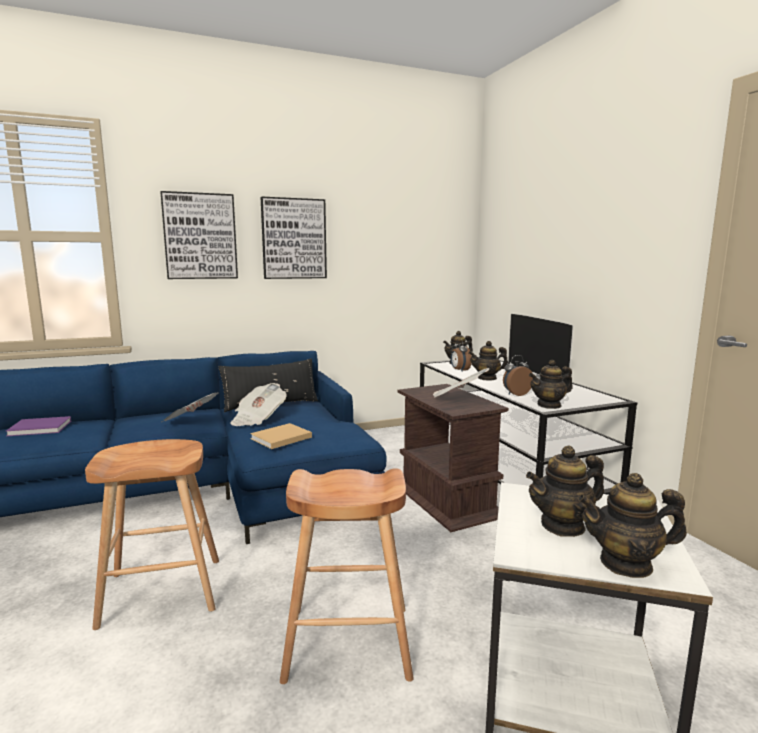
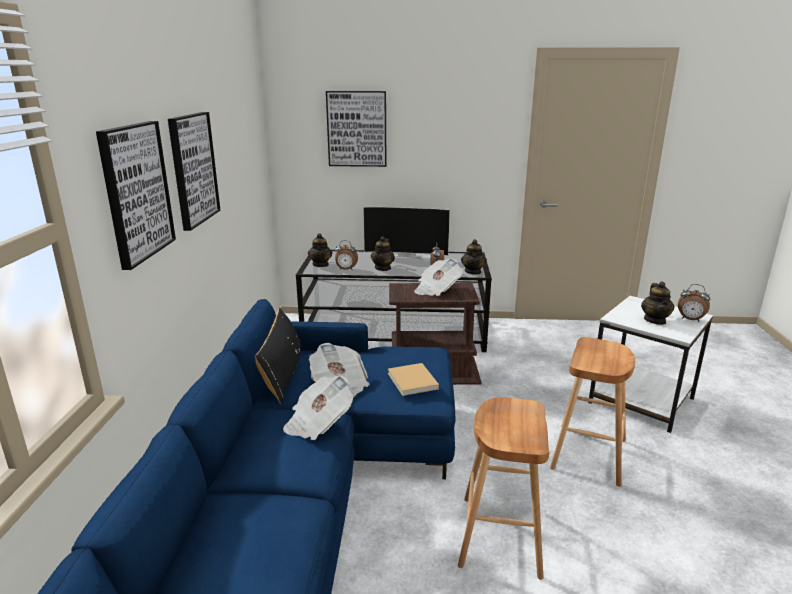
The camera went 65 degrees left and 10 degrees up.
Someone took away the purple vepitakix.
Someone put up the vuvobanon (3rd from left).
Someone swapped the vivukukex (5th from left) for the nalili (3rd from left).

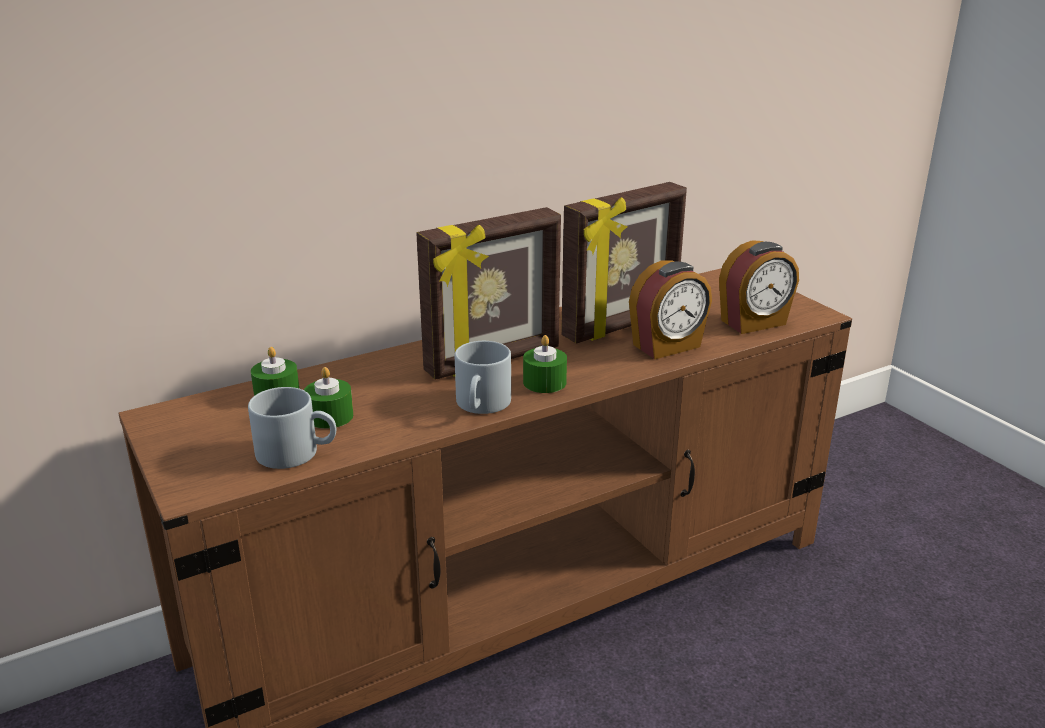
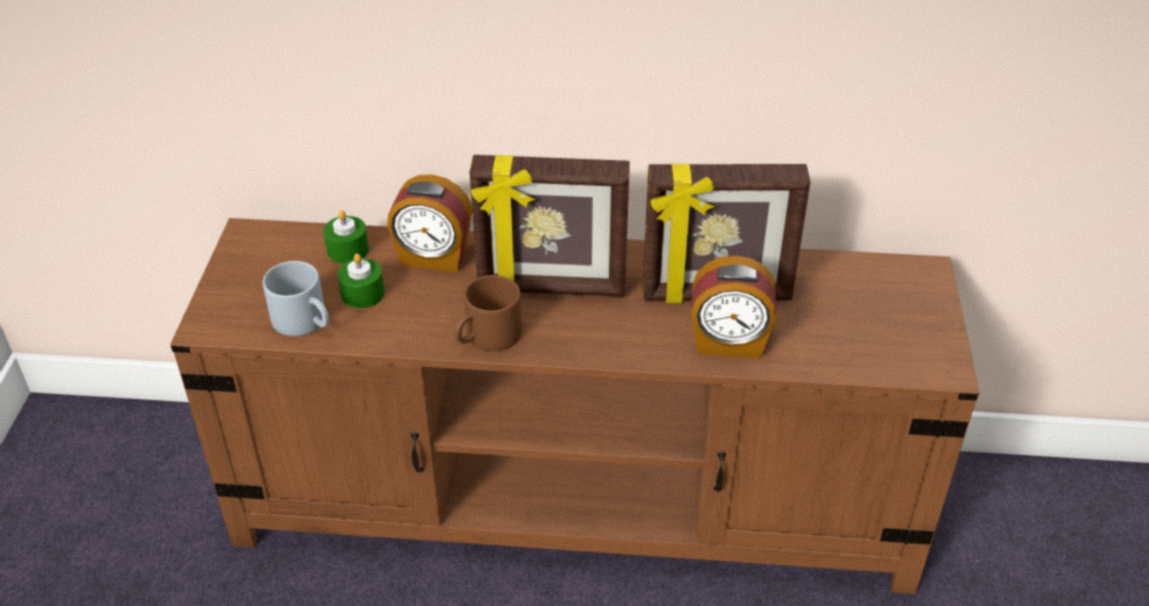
The camera went 35 degrees right and 15 degrees up.
Someone took away the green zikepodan (3rd from left).
Someone carried the nalili (2nd from left in the first image).
Someone repainted the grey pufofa (2nd from left), which became the brown pufofa.

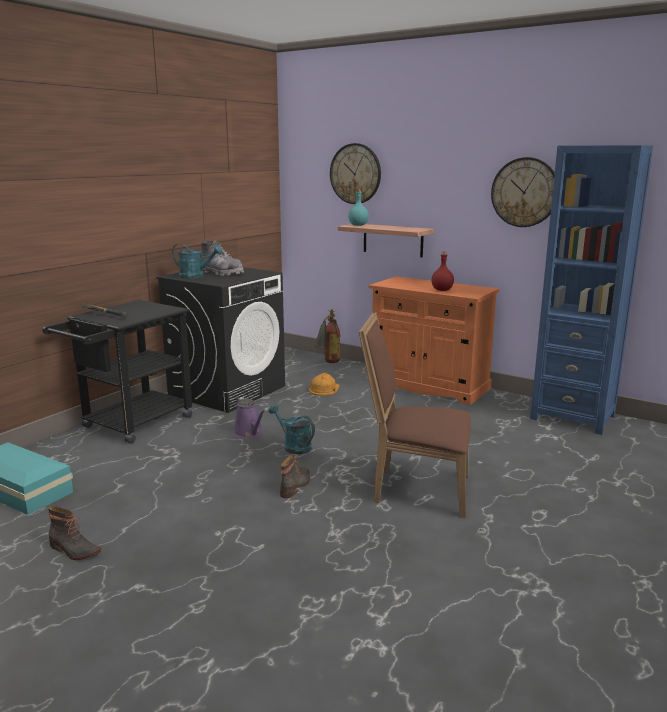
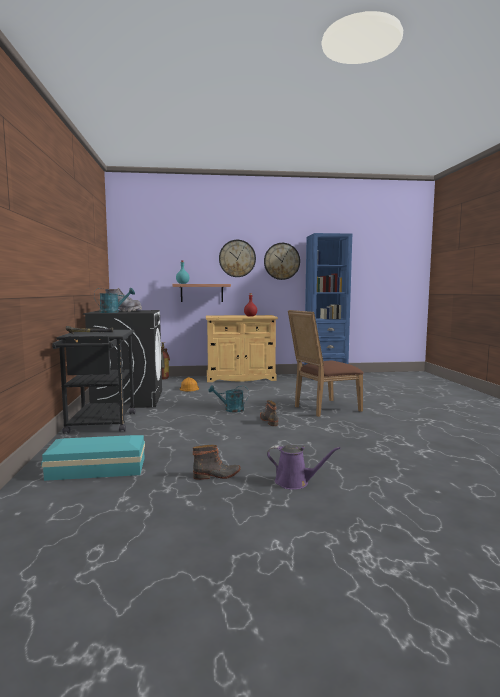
The camera went 40 degrees left and 10 degrees down.
Someone carried the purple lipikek.
Someone carried the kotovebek (1st from left).
Someone repainted the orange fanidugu, which became the beige fanidugu.

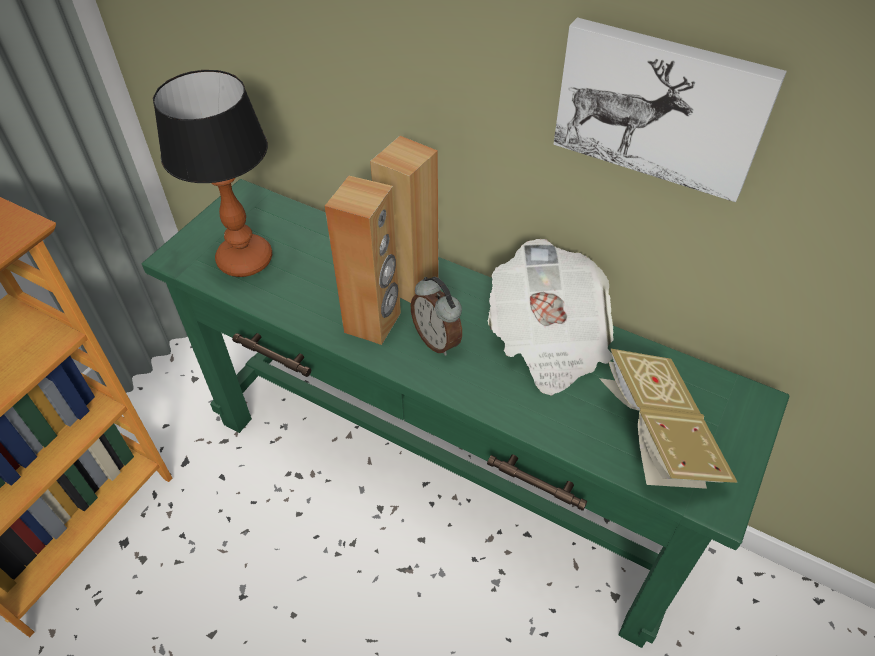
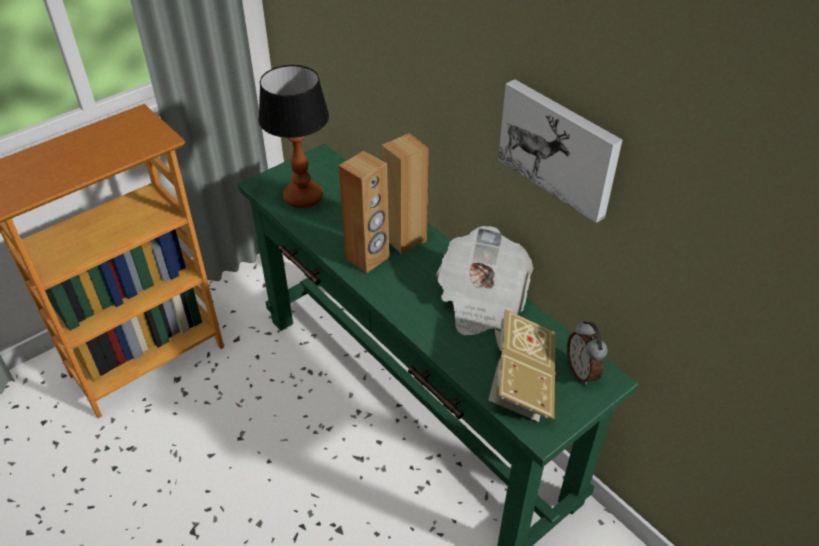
The camera went 20 degrees right and 5 degrees down.
Someone carried the nalili.

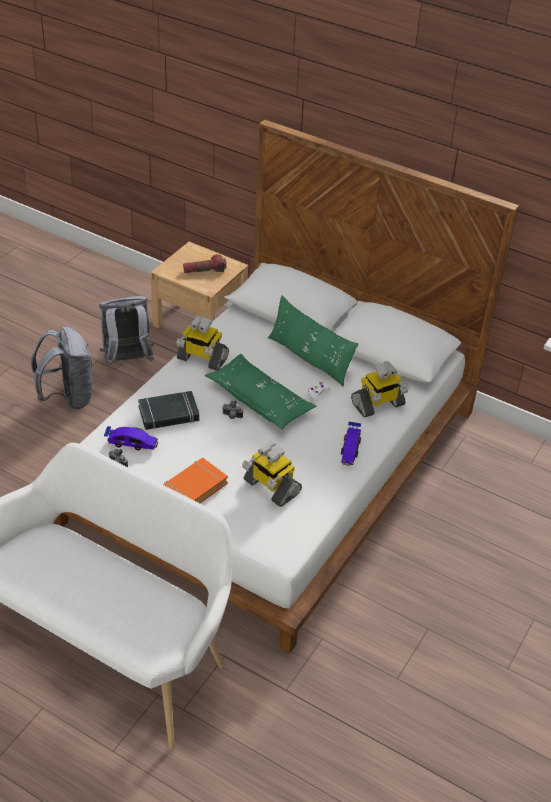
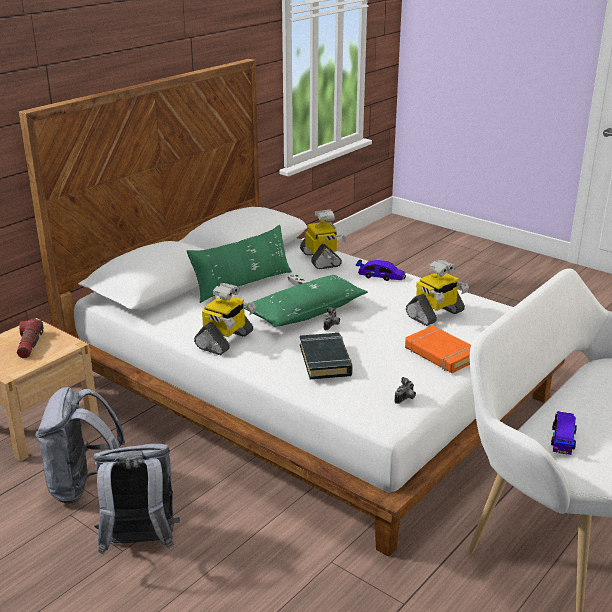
The camera went 80 degrees left and 15 degrees down.
Someone carried the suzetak (1st from left in the first image).

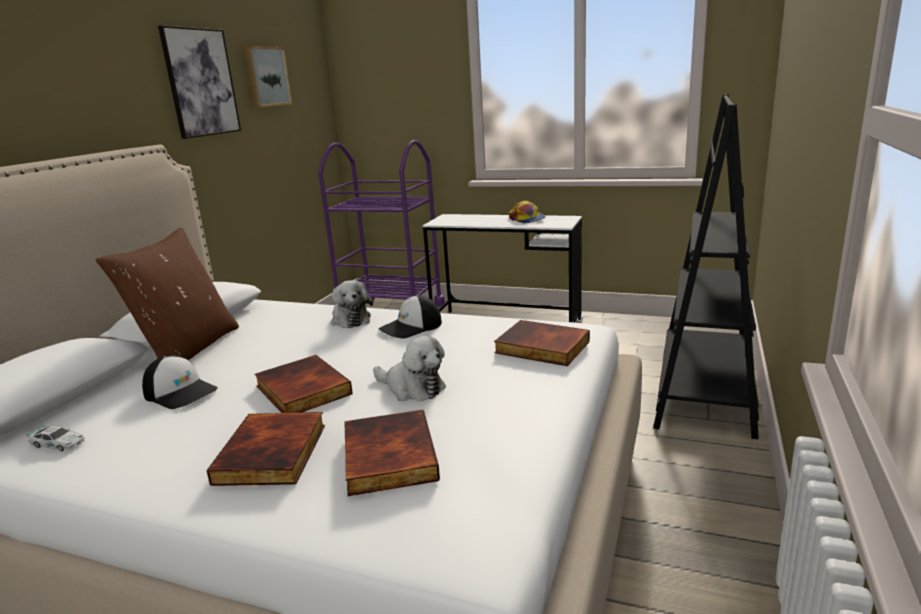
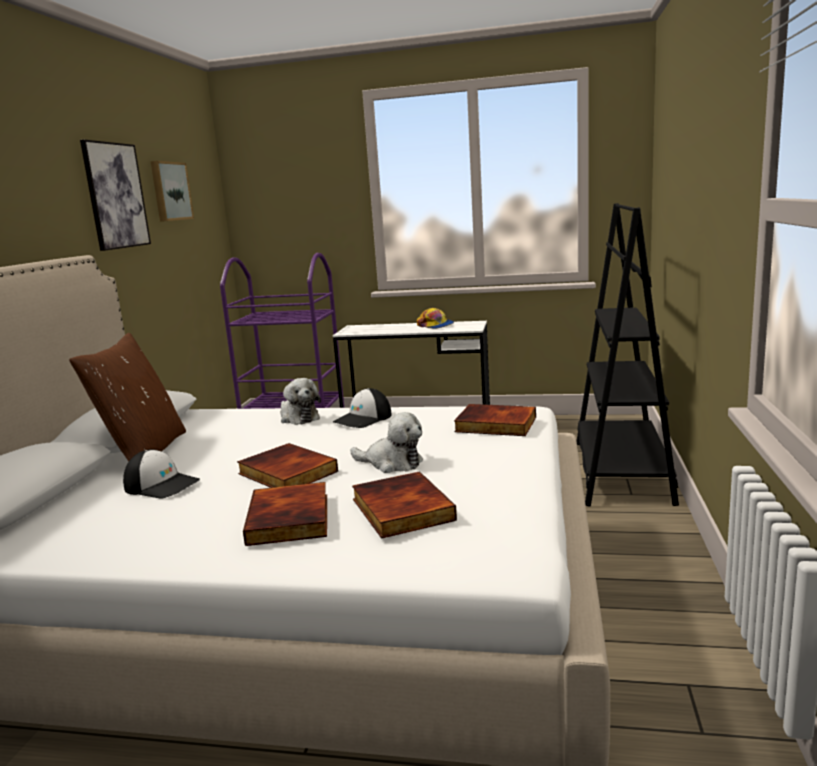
The camera went 10 degrees left and 5 degrees down.
Someone took away the suzetak.

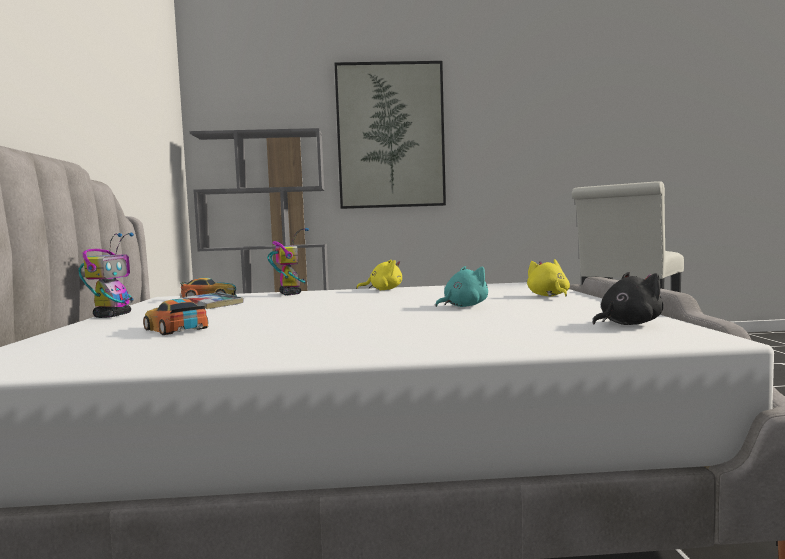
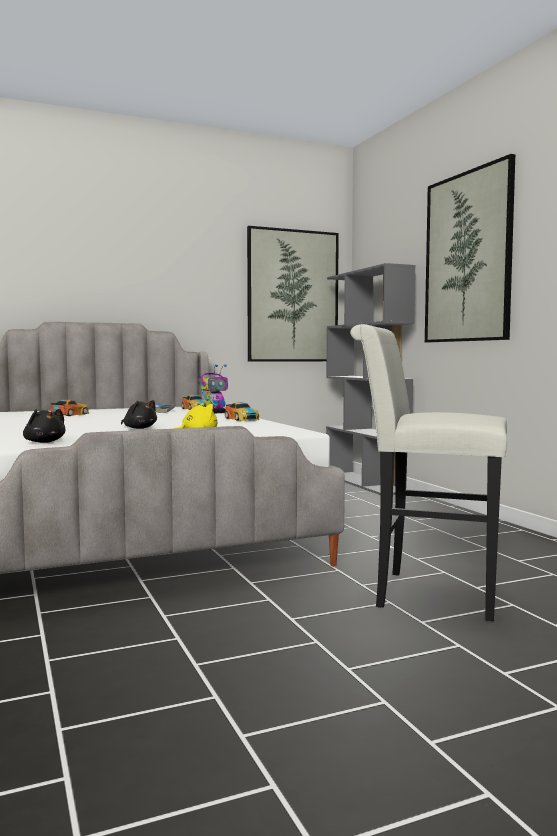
The camera went 70 degrees right and 0 degrees up.
Someone took away the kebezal (1st from left).
Someone put up the vuvobanon (1st from left).
Someone swapped the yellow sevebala (1st from left) for the suzetak (3rd from left).
Someone repainted the turquoise sevebala, which became the black sevebala (2nd from left).

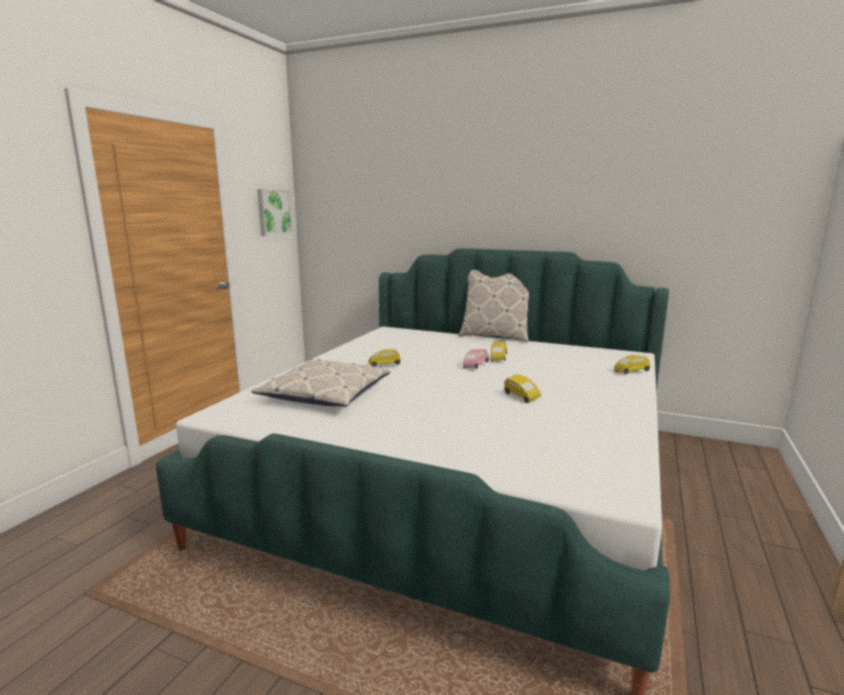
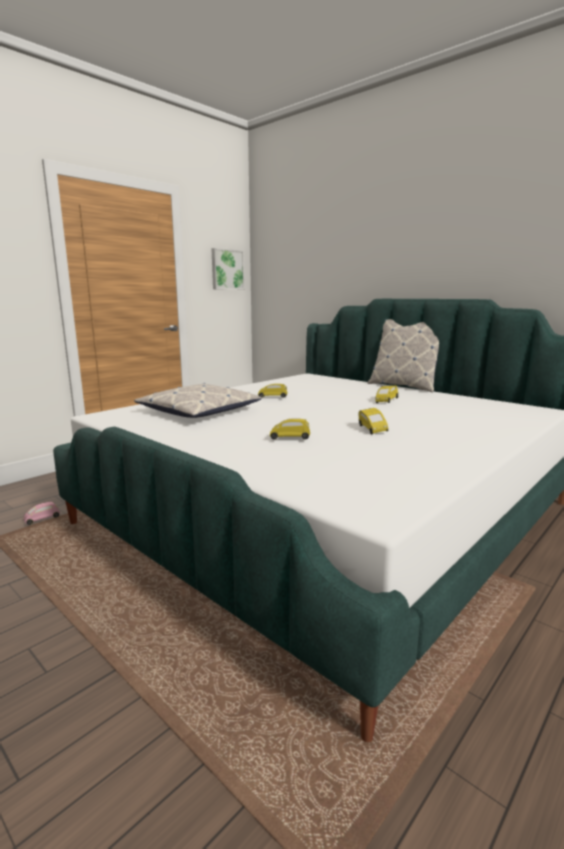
The camera went 20 degrees right and 0 degrees up.
Someone carried the pink suzetak.
Someone carried the yellow suzetak (4th from left in the first image).

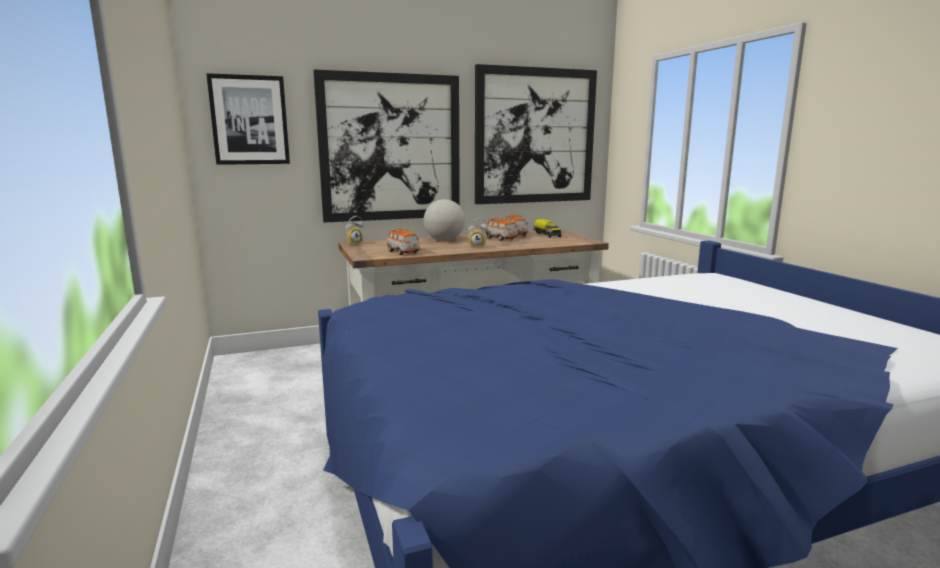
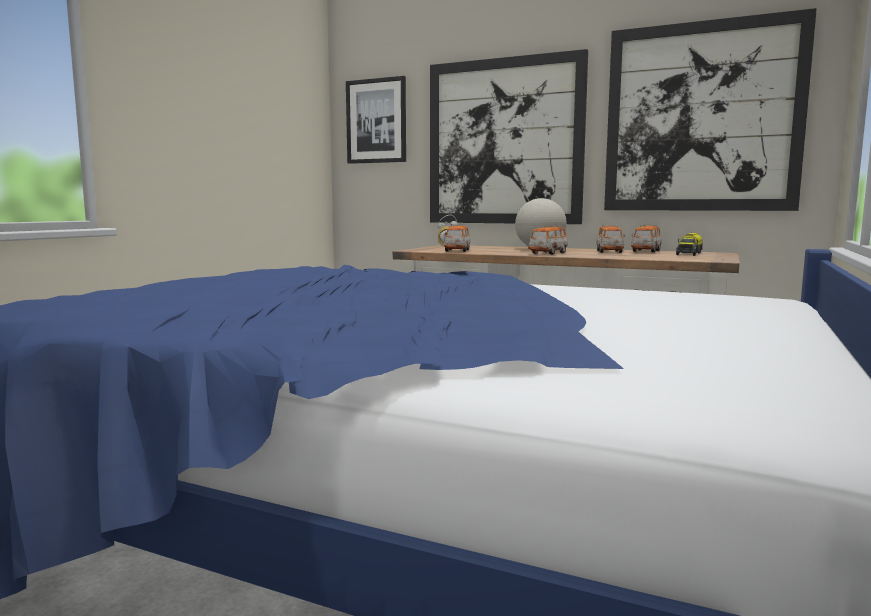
The camera went 45 degrees right and 5 degrees down.
Someone swapped the nalili (2nd from left) for the suzetak (2nd from left).

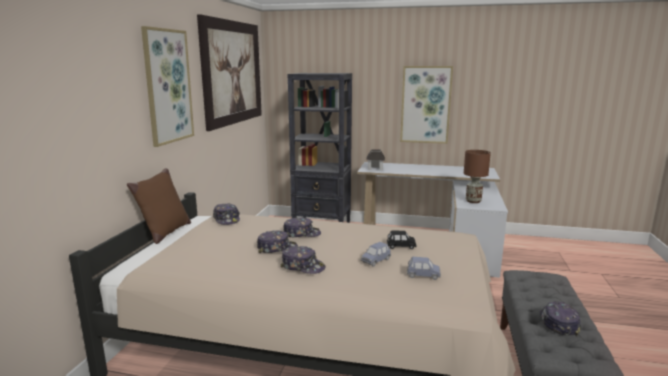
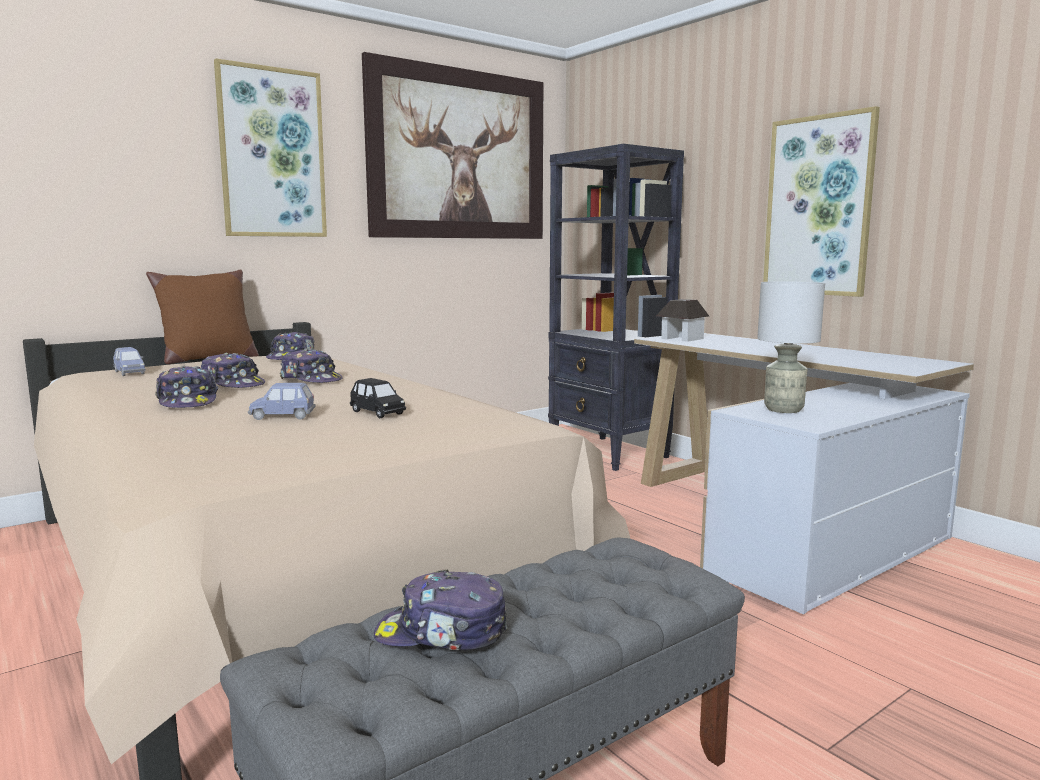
The camera went 40 degrees right and 5 degrees down.
Someone carried the blue suzetak (2nd from left in the first image).
Someone repainted the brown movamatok, which became the grey movamatok.
Someone rotated the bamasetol (5th from left) by 135 degrees counterclockwise.

